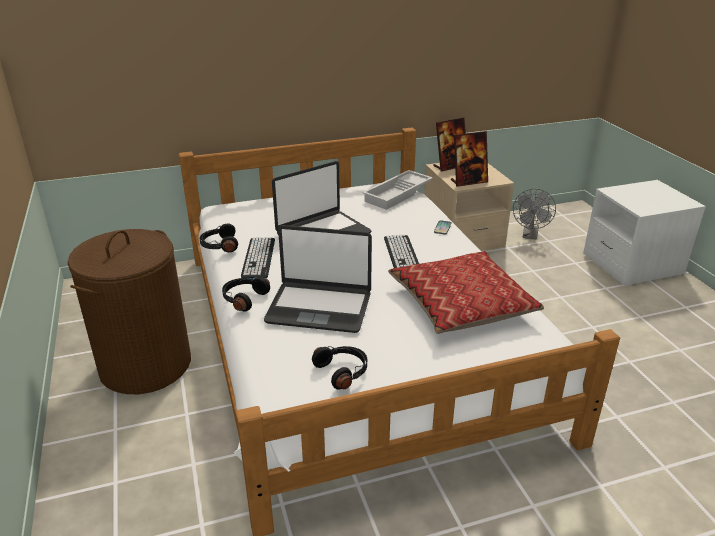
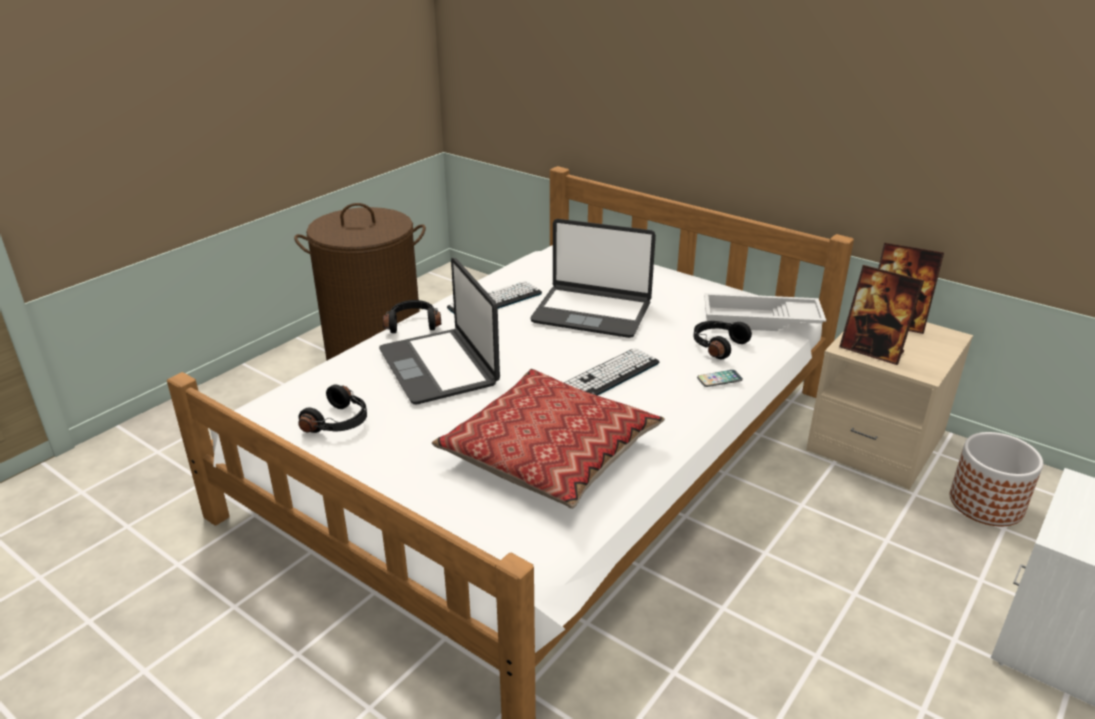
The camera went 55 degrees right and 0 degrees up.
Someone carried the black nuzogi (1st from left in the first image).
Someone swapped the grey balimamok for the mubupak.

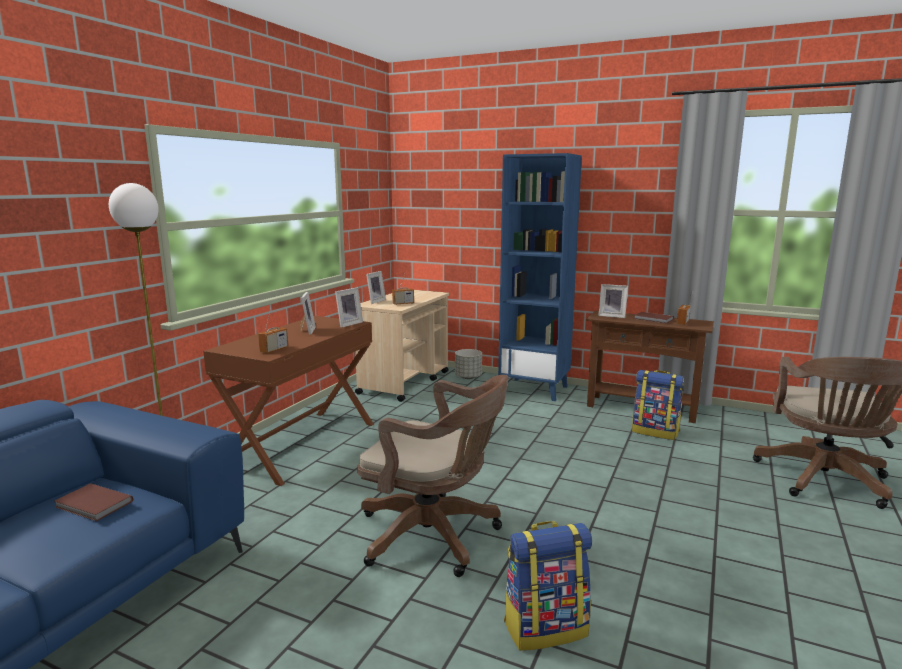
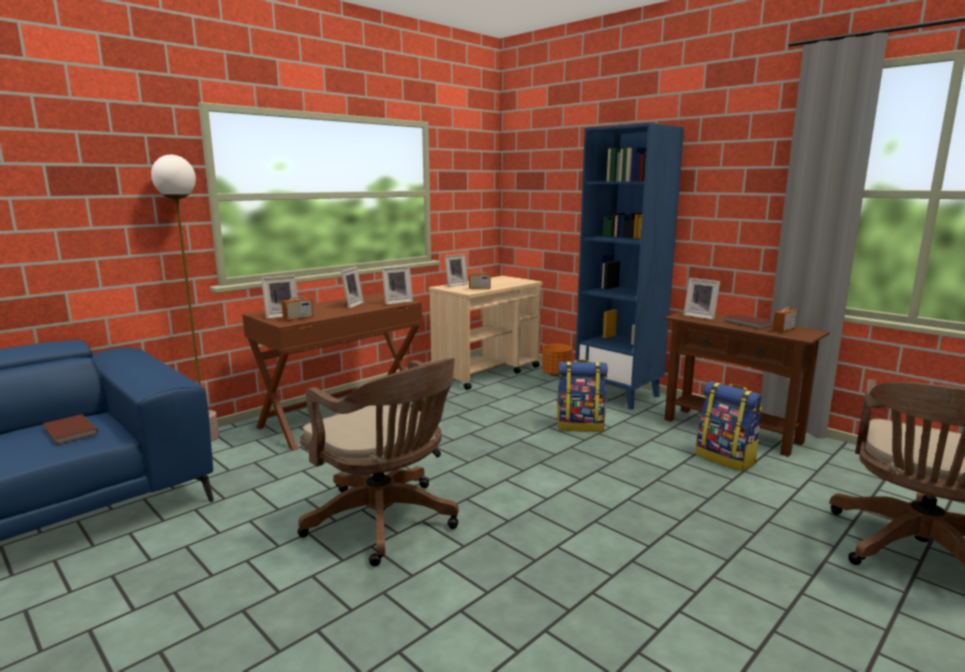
The camera went 20 degrees right and 0 degrees up.
Someone put down the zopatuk (1st from left).
Someone carried the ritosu (1st from left).
Someone repainted the grey mubupak, which became the orange mubupak.

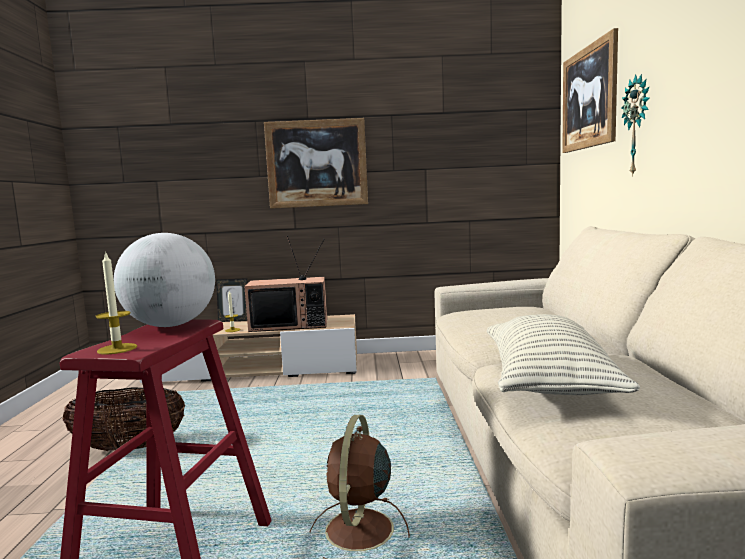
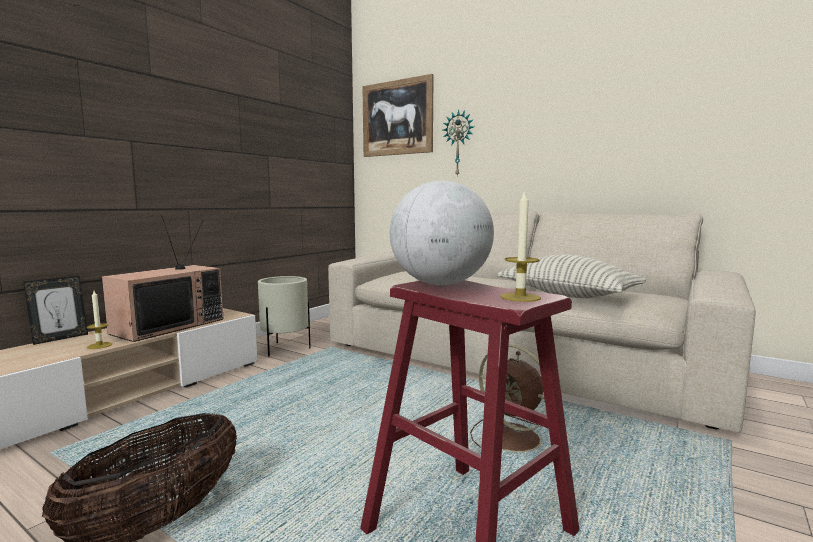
The camera went 55 degrees left and 0 degrees up.
Someone took away the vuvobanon (1st from left).
Someone put down the beige mubupak.

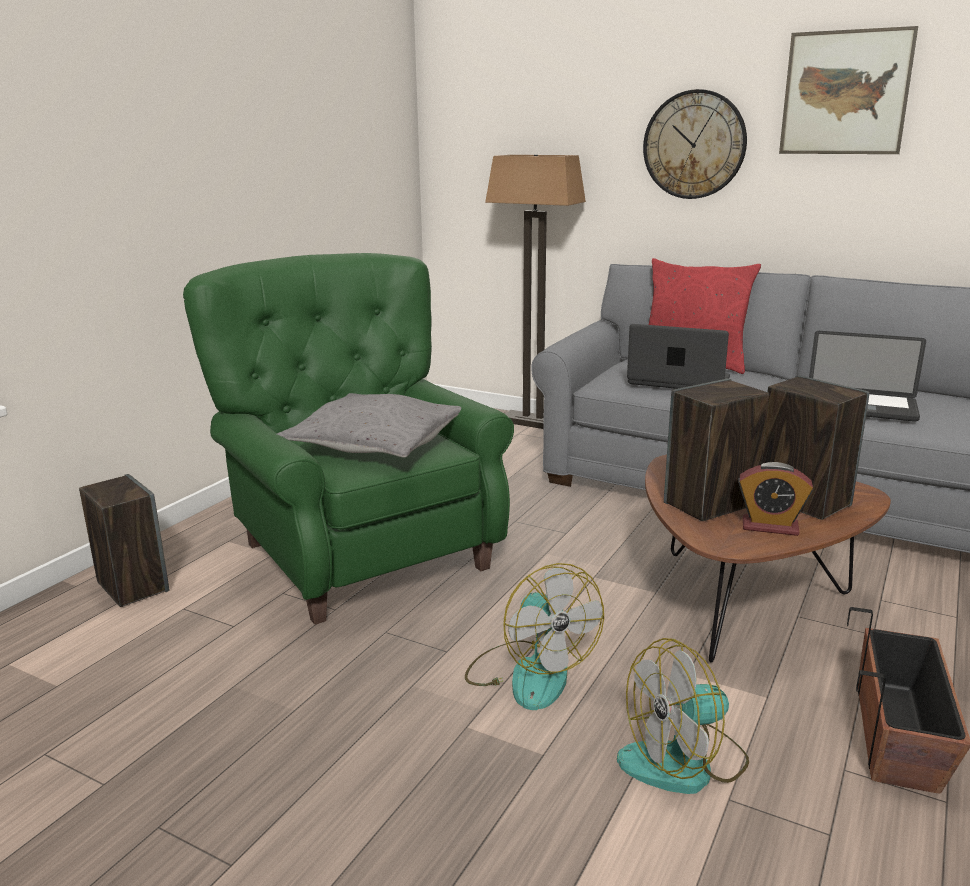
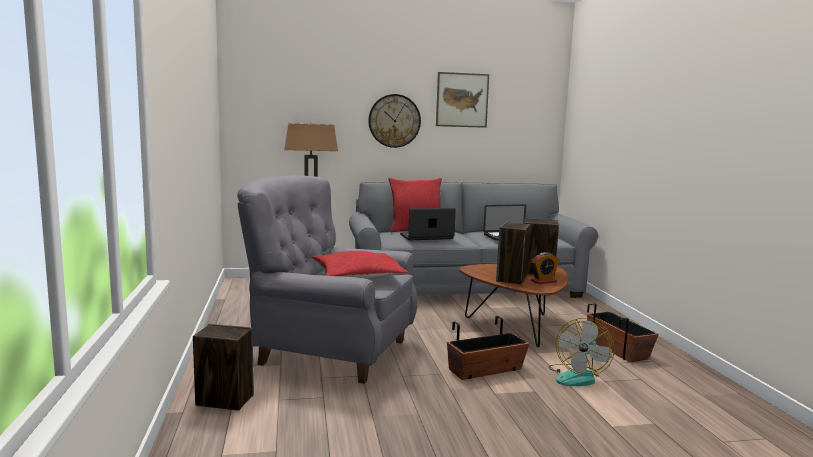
The camera went 40 degrees left and 10 degrees down.
Someone swapped the balimamok (1st from left) for the mubupak (1st from left).
Someone repainted the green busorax, which became the grey busorax.
Someone repainted the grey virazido, which became the red virazido (1st from left).

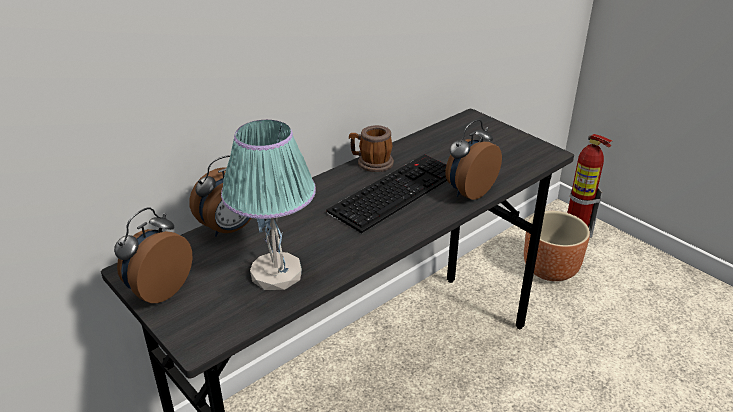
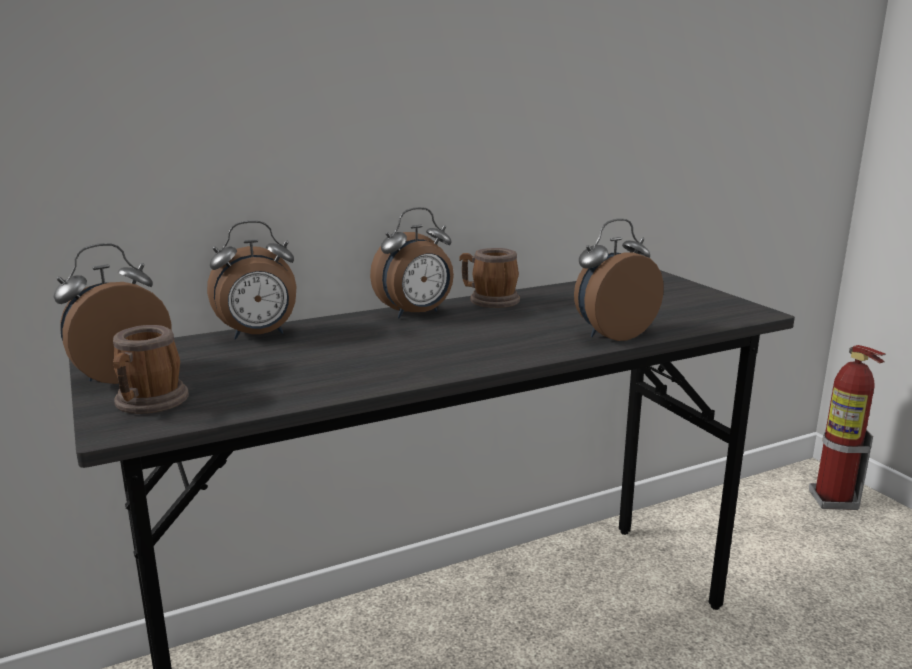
The camera went 15 degrees right and 15 degrees down.
Someone took away the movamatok.
Someone took away the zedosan.
Someone took away the brown mubupak.
Someone put down the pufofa (1st from left).
Someone put down the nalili (3rd from left).

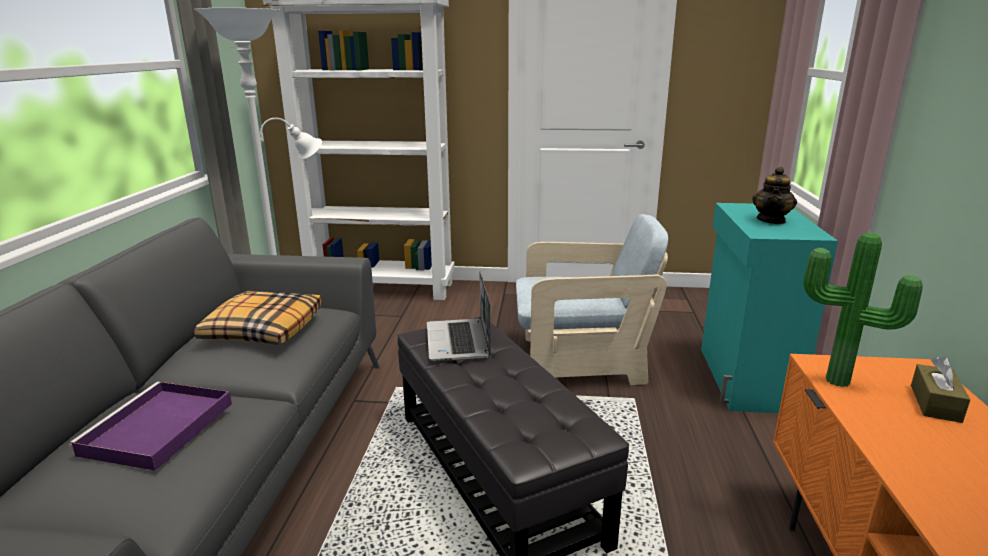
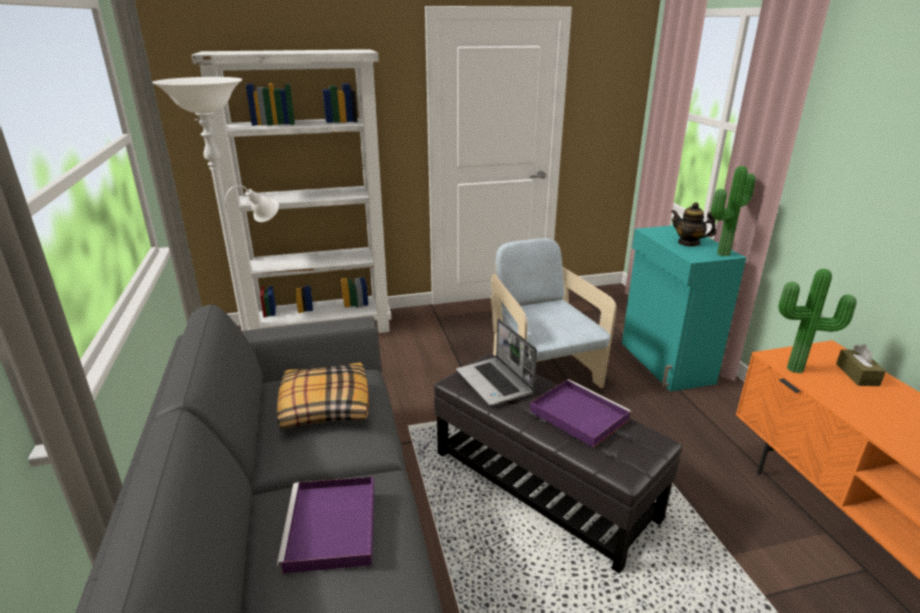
The camera went 20 degrees left and 5 degrees up.
Someone put down the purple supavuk (2nd from left).
Someone put down the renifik (1st from left).
Someone rotated the beige busorax by 90 degrees counterclockwise.
Someone rotated the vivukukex by 120 degrees clockwise.

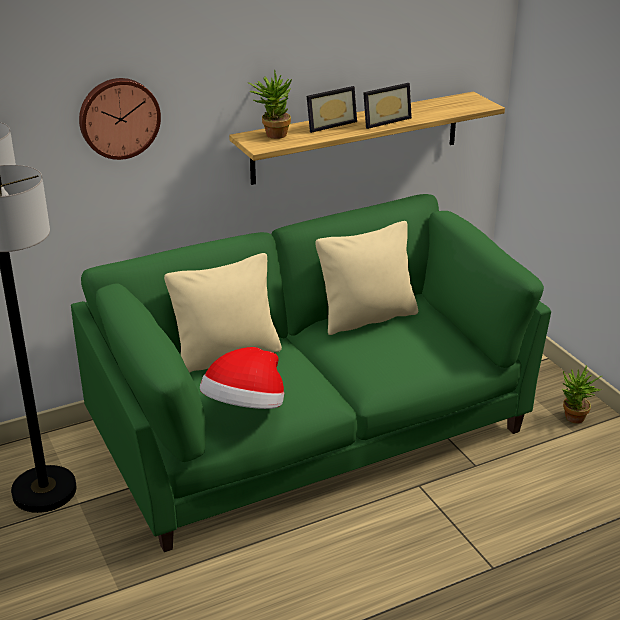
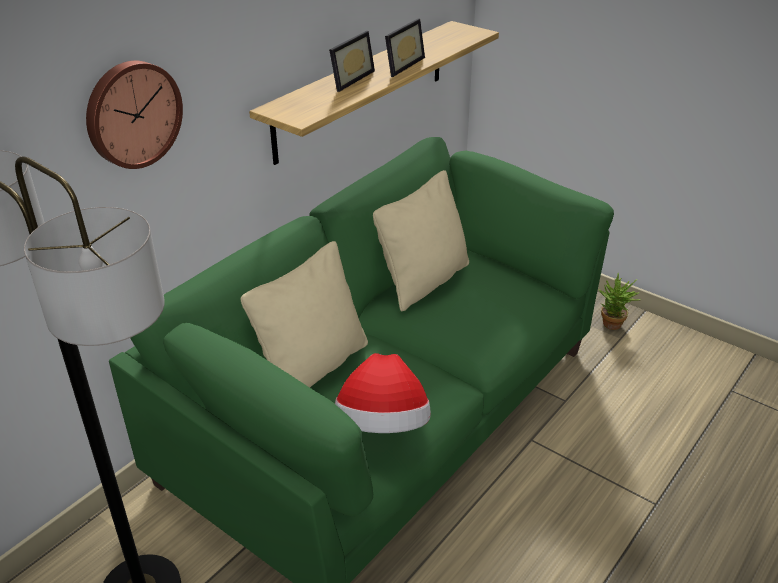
The camera went 25 degrees left and 5 degrees up.
Someone took away the renifik (1st from left).

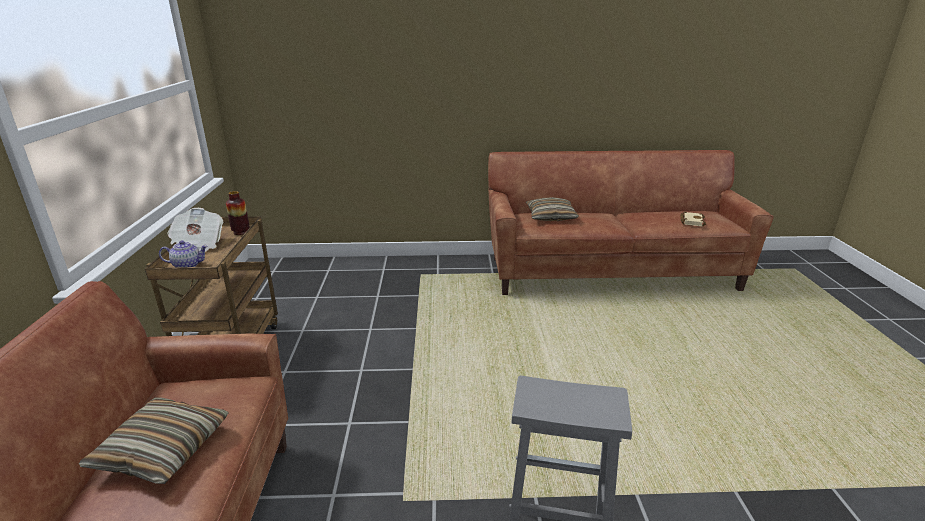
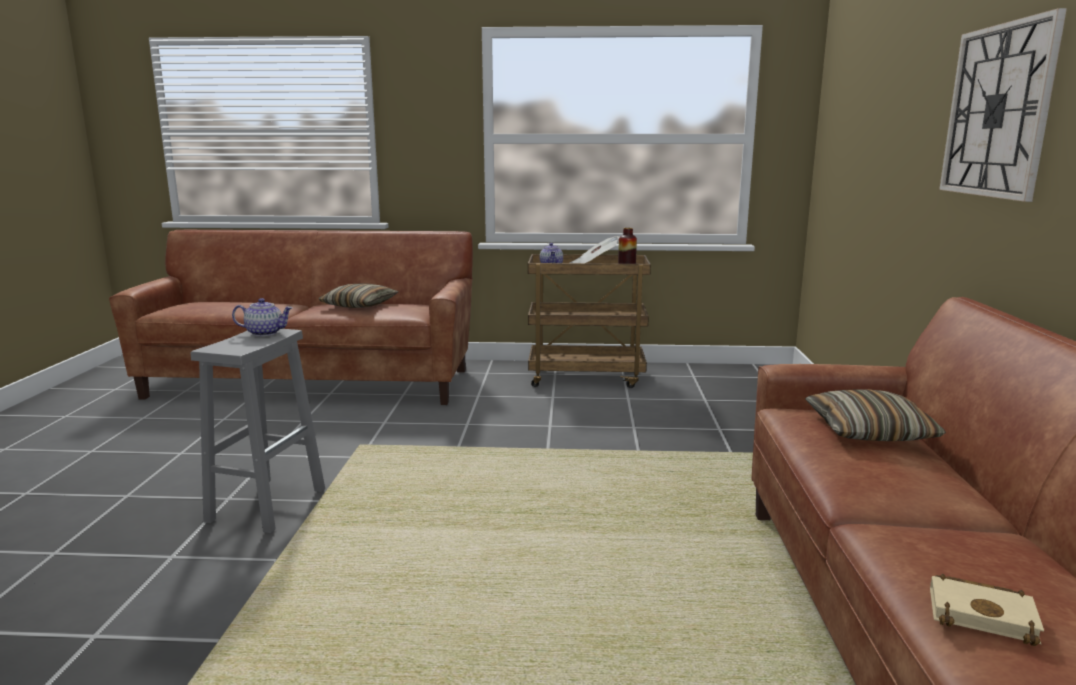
The camera went 95 degrees right and 10 degrees down.
Someone put down the vivukukex (1st from left).
Someone put up the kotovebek.

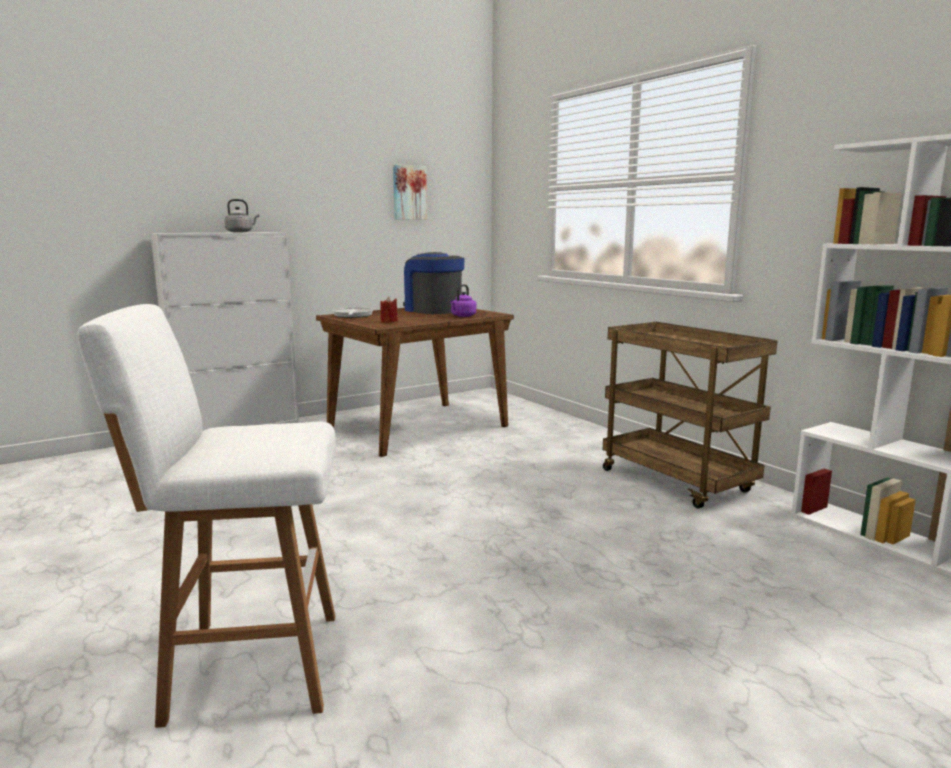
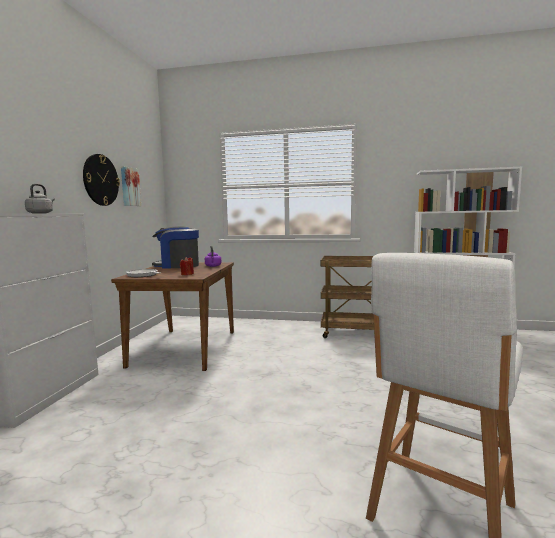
The camera went 45 degrees left and 5 degrees down.
Someone put up the kotovebek.

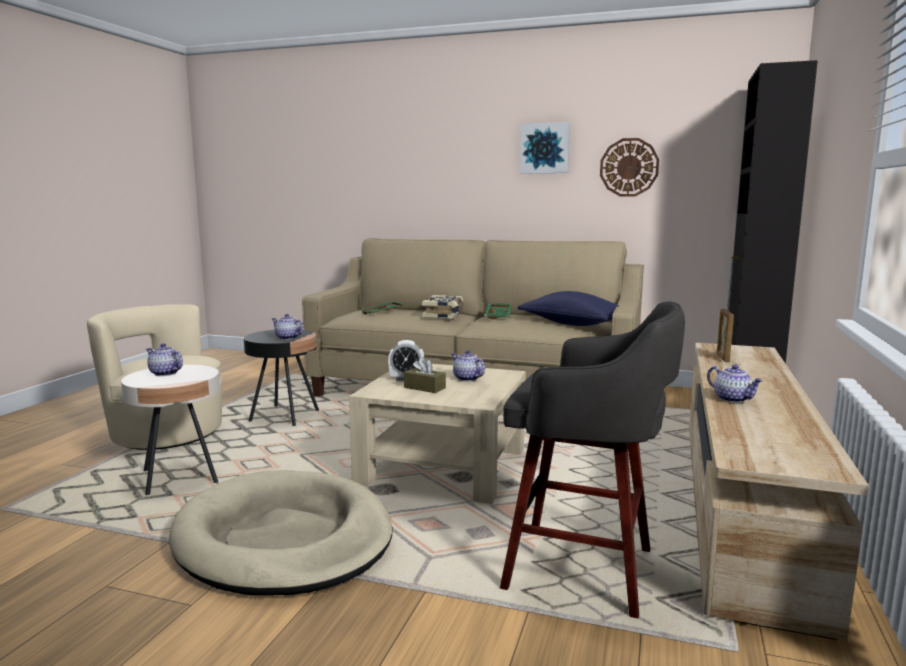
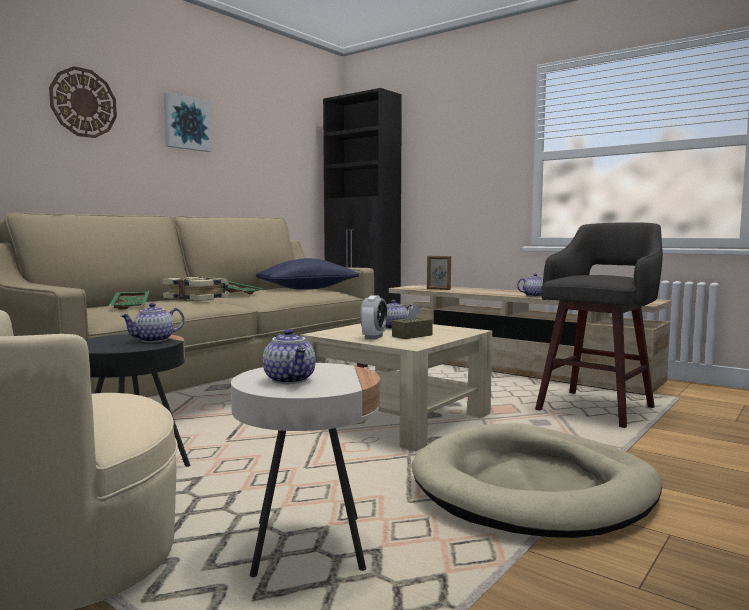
The camera went 70 degrees left and 5 degrees down.
Someone carried the kotovebek.
Someone rotated the vivukukex (1st from left in the first image) by 75 degrees counterclockwise.

